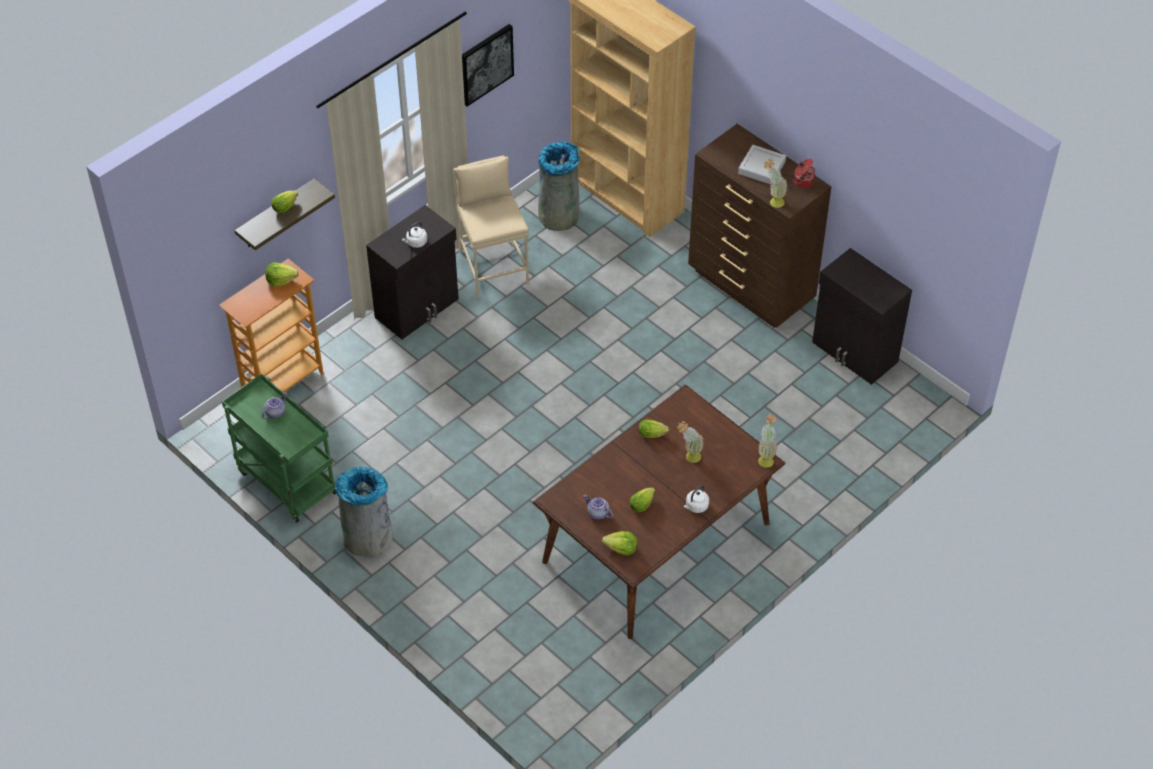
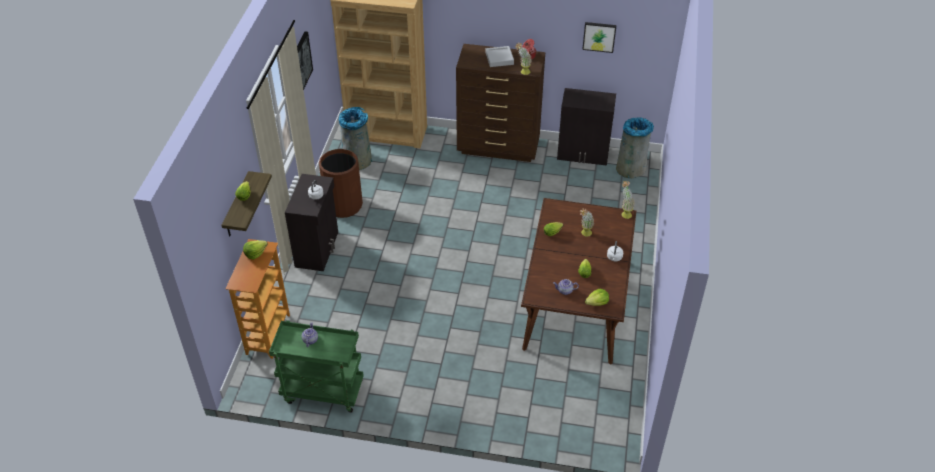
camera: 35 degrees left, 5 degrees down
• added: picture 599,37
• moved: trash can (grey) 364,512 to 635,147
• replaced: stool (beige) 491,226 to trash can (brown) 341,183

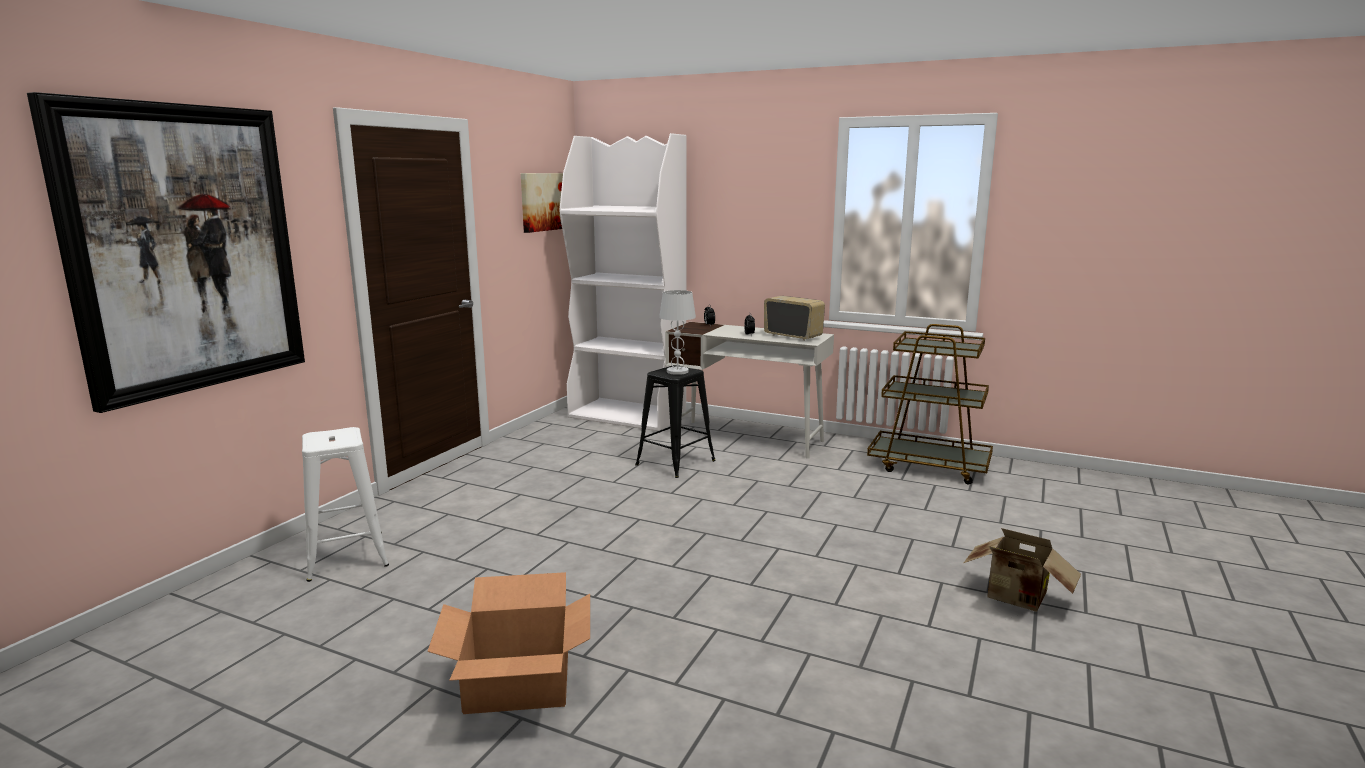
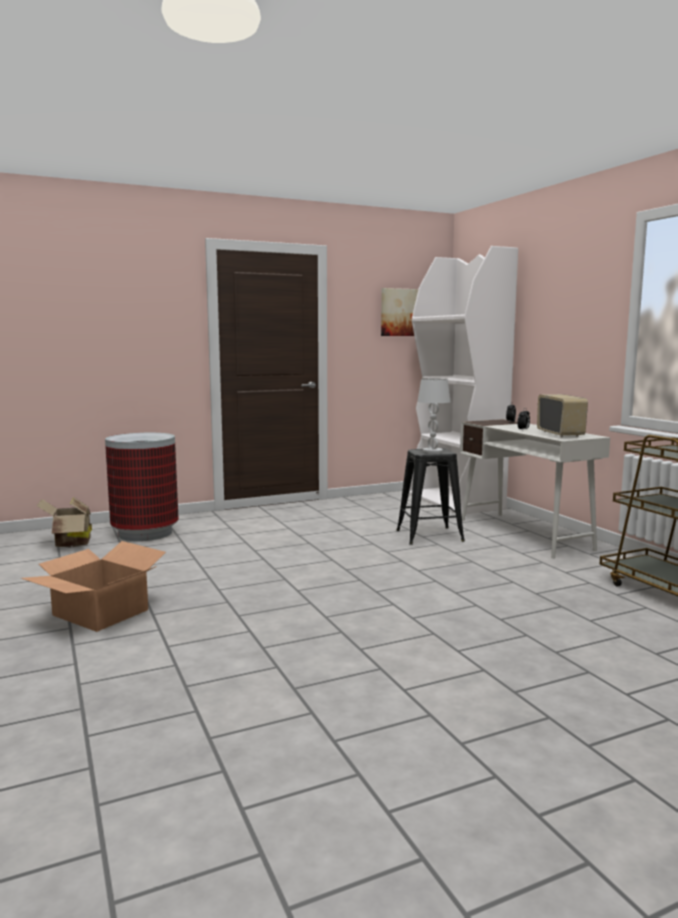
camera: 40 degrees right, 5 degrees down
• removed: picture 166,252
• moved: cardboard box 1022,569 to 64,522
• replaced: stool (white) 345,504 to trash can 142,487

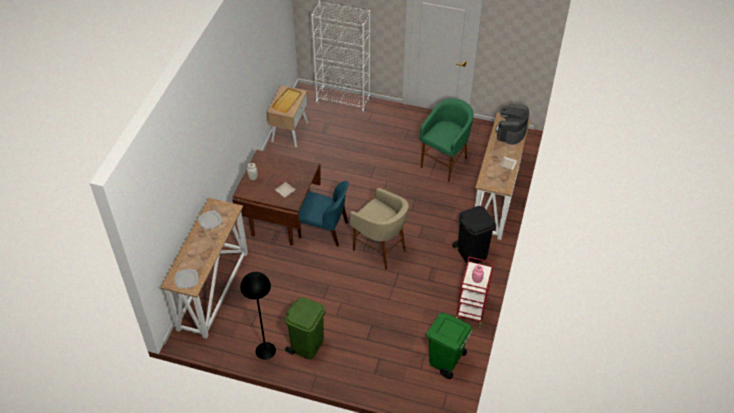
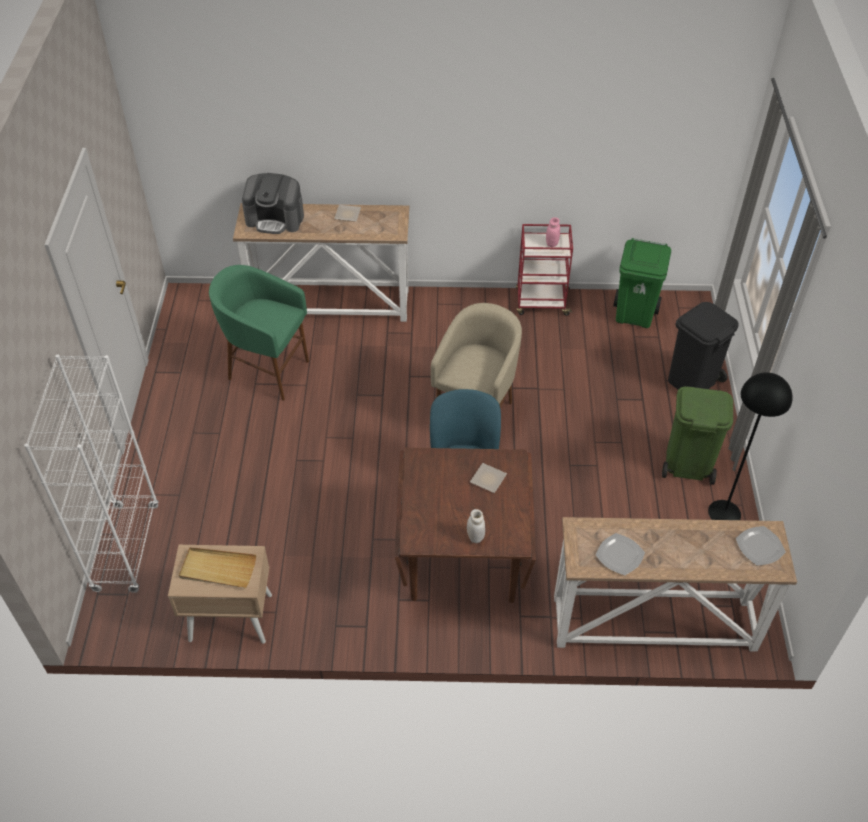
camera: 105 degrees left, 0 degrees up
• moved: trash can (black) 474,234 to 703,346

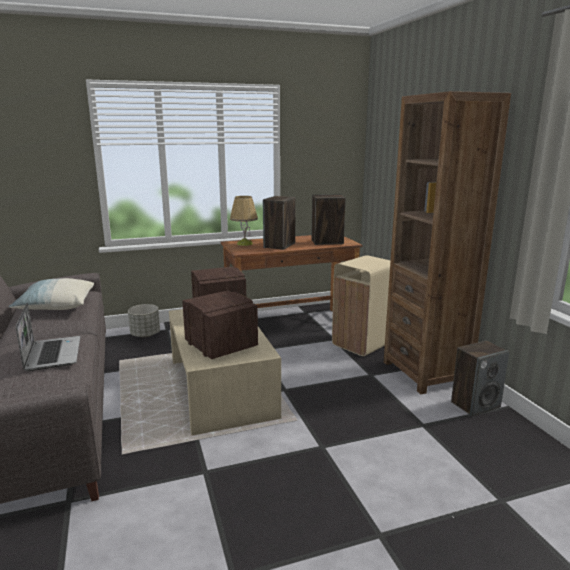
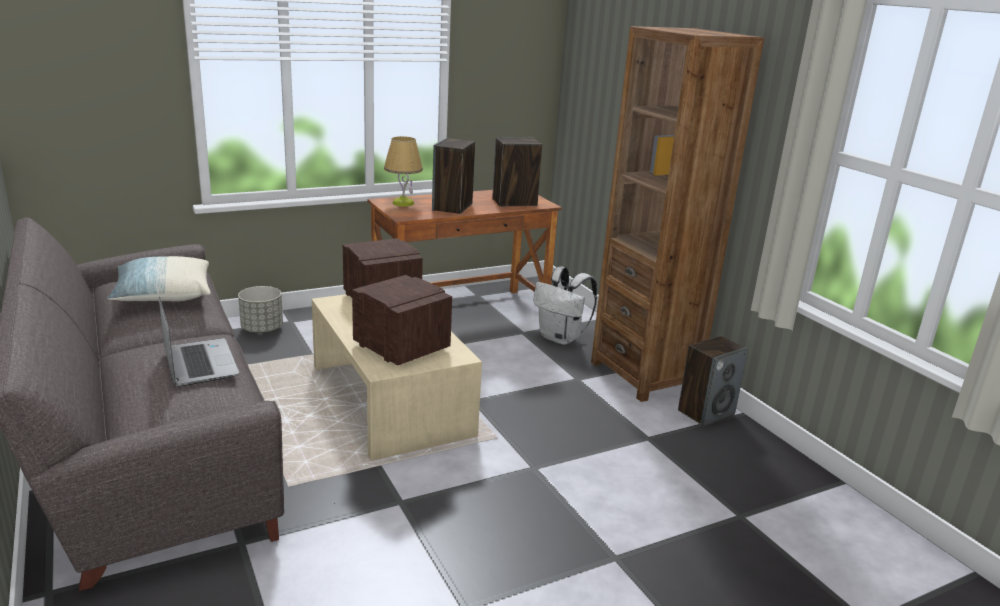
camera: 10 degrees left, 5 degrees up
• replaced: trash can (beige) 361,305 to backpack (white) 565,305

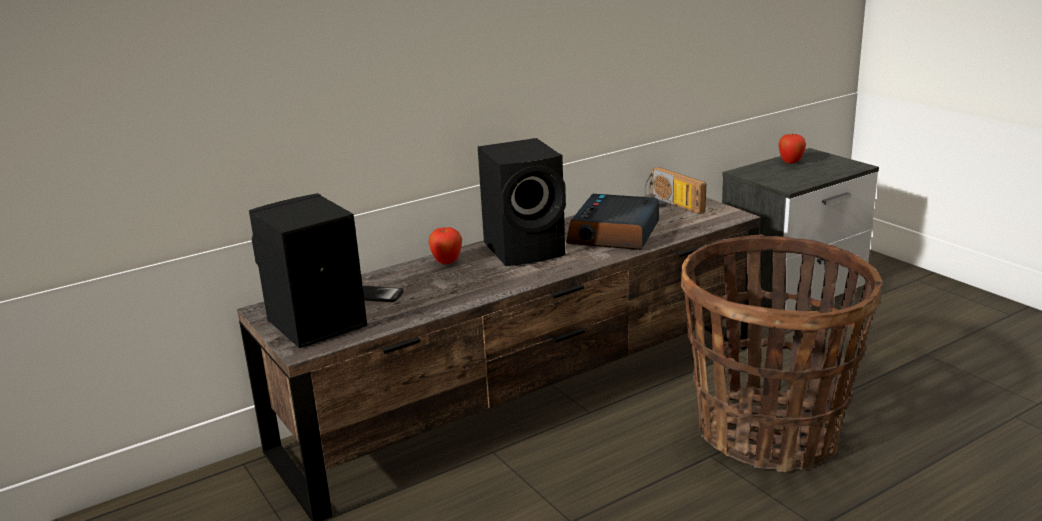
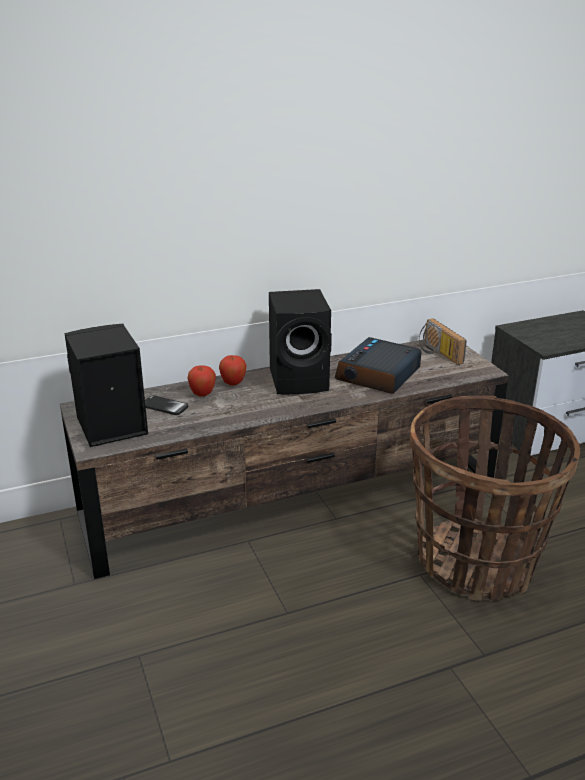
camera: 10 degrees right, 5 degrees up
• moved: apple 792,148 to 202,381

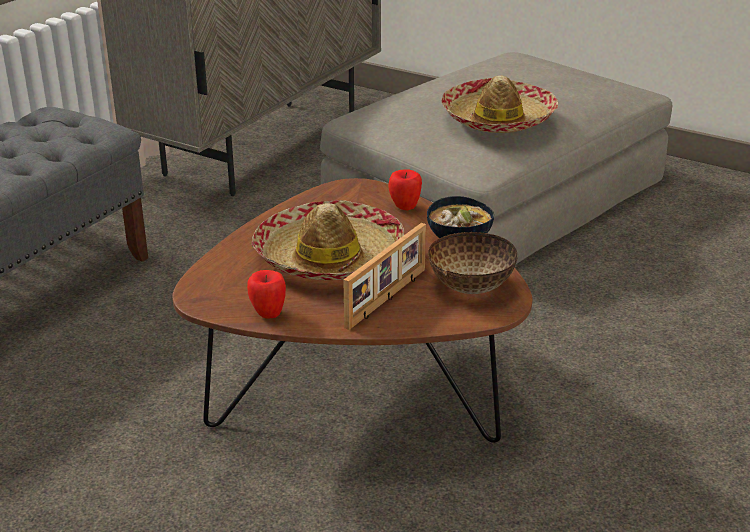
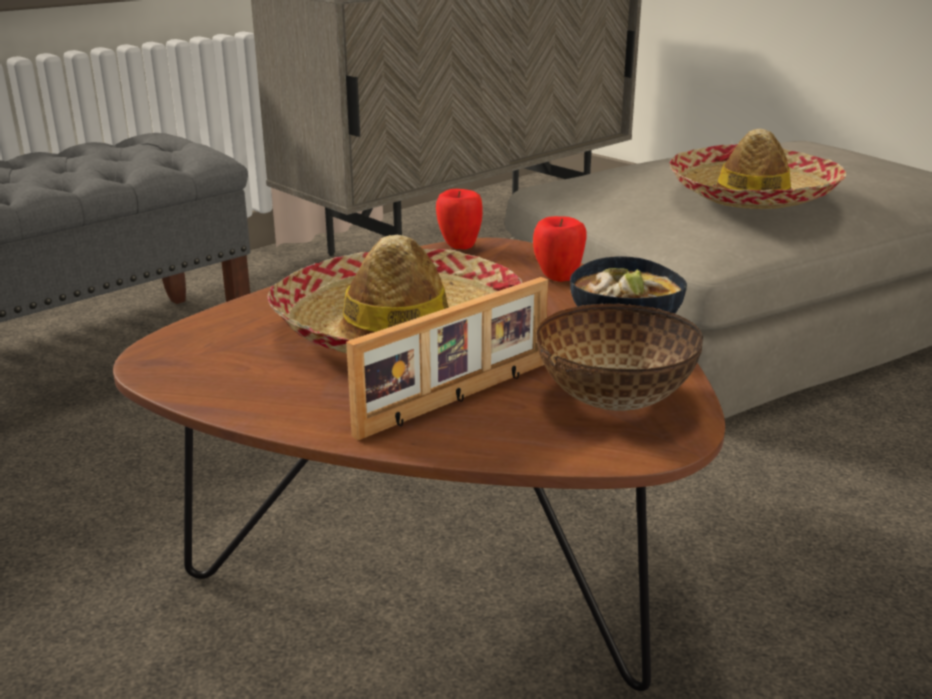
camera: 15 degrees right, 5 degrees down
• moved: apple 266,294 to 459,219

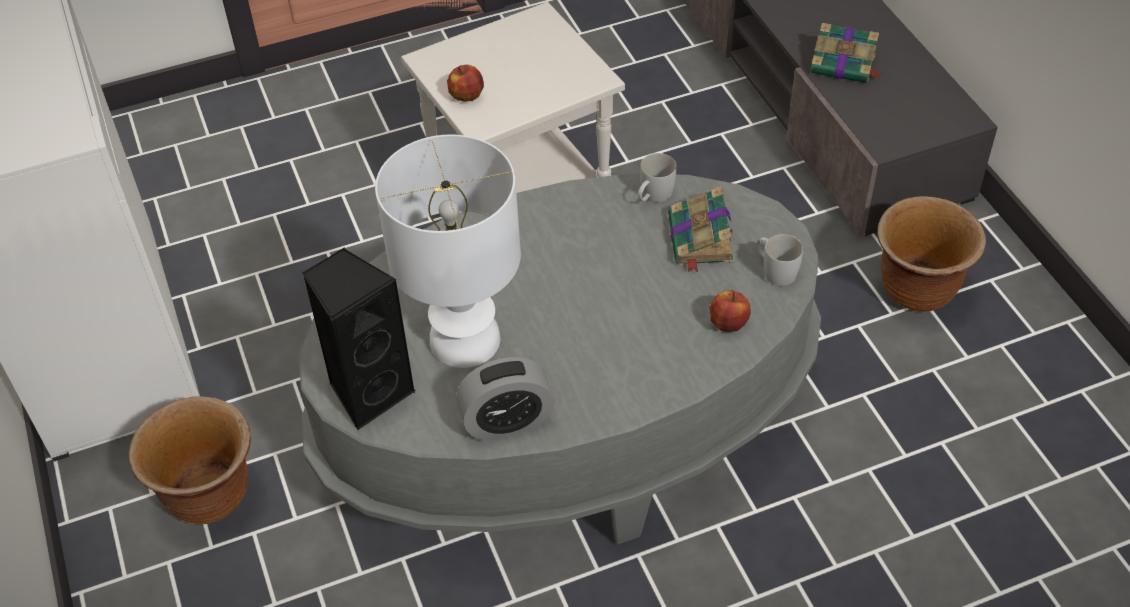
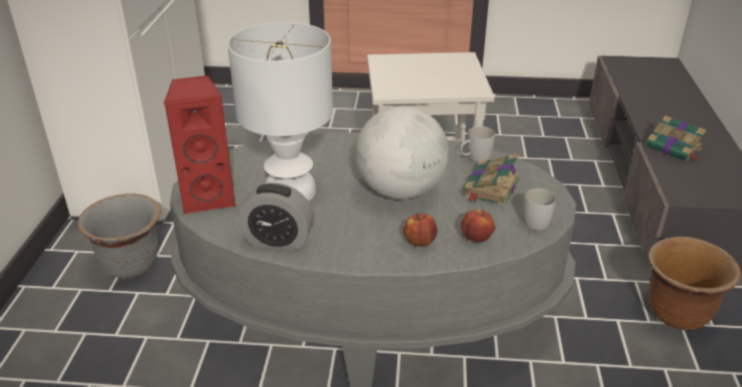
camera: 25 degrees right, 15 degrees down
• added: globe 402,152
• moved: apple 465,83 to 420,230
• recoloured: planter (brown) 189,460 to planter (grey) 119,236
• recoloured: speaker (black) 359,338 to speaker (red) 200,144

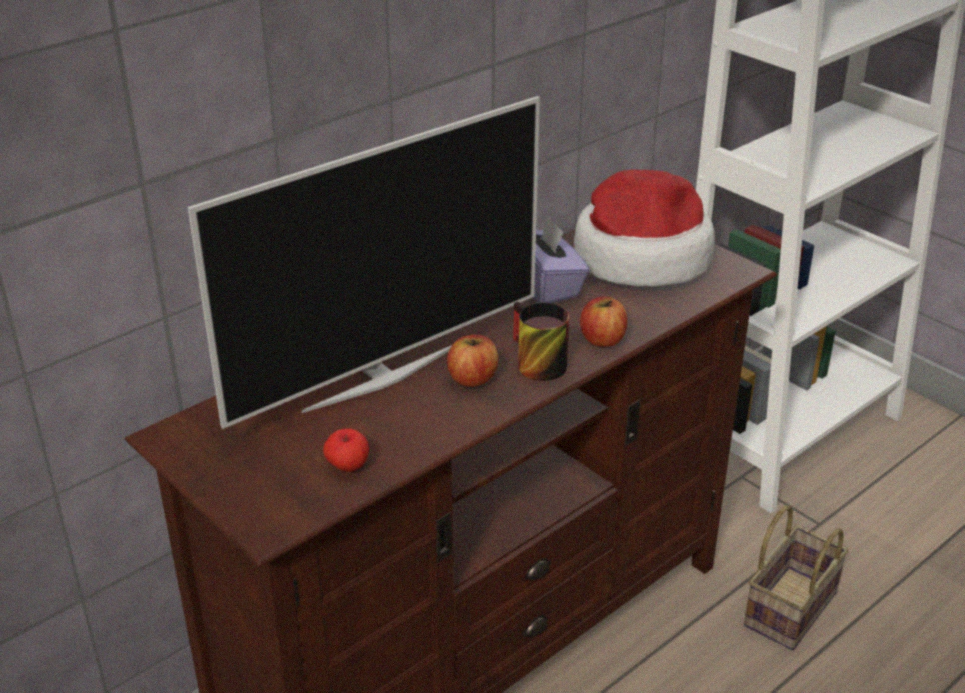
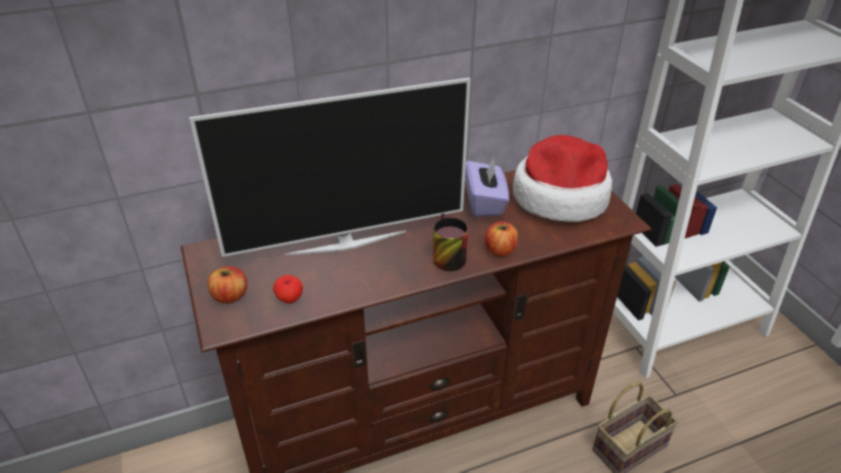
camera: 20 degrees right, 5 degrees up
• moved: apple 473,361 to 227,285

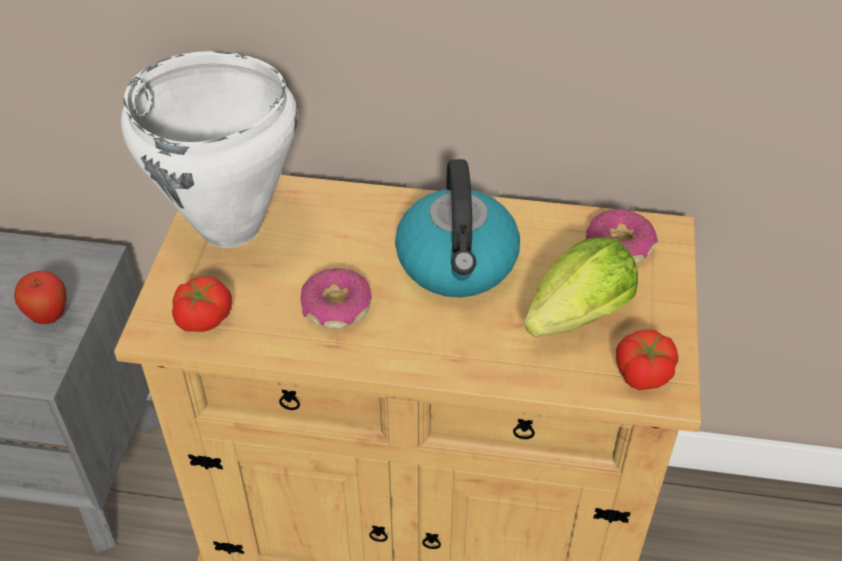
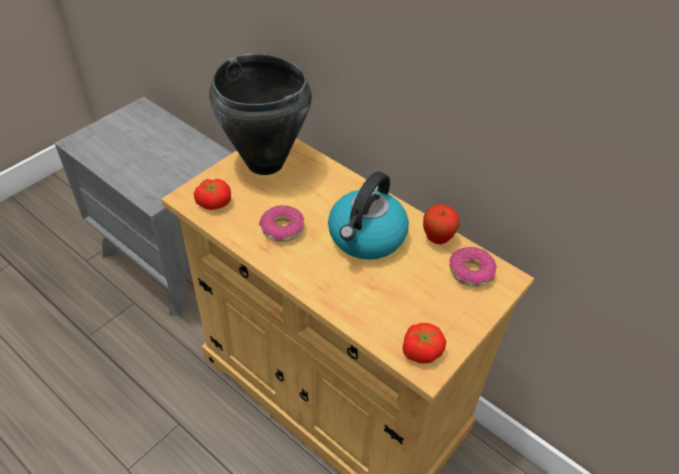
camera: 30 degrees right, 0 degrees up
• removed: lettuce 581,287
• moved: apple 40,297 to 441,224
• recoloured: cooking pot (white) 209,149 to cooking pot (black) 260,114

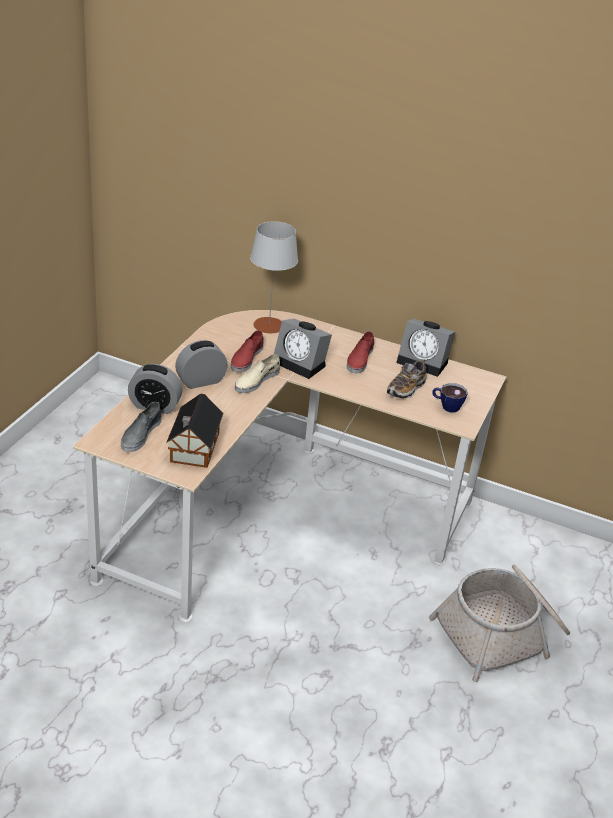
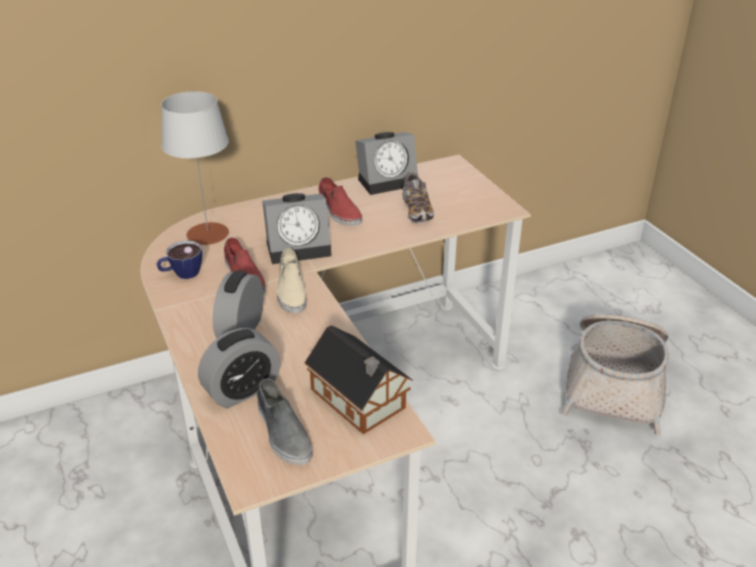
camera: 45 degrees left, 0 degrees up
• moved: cup 450,397 to 179,259

